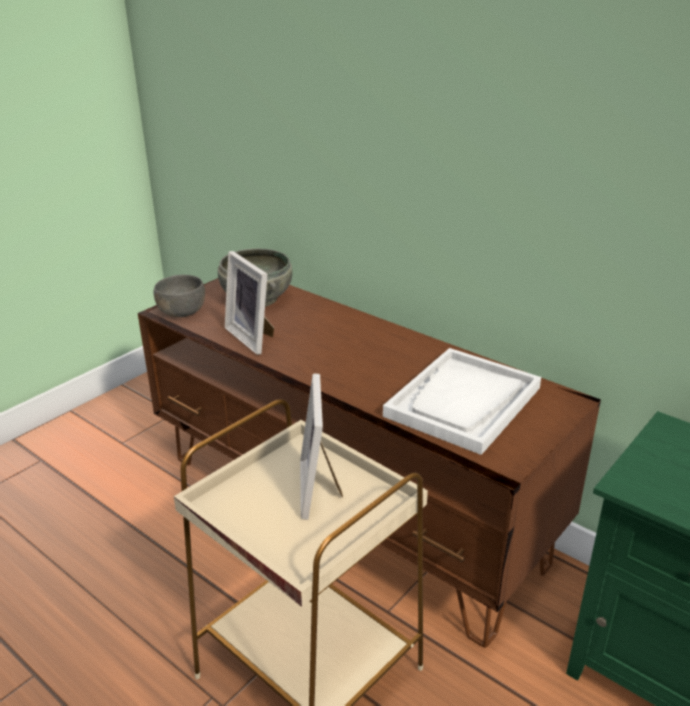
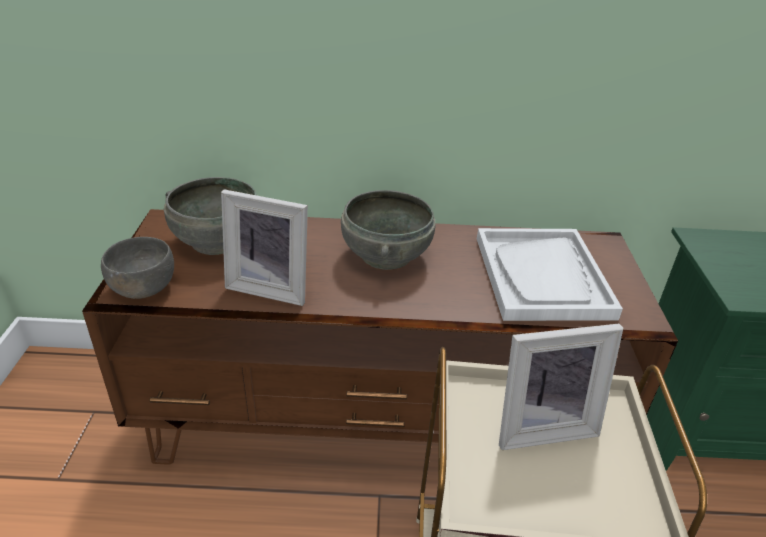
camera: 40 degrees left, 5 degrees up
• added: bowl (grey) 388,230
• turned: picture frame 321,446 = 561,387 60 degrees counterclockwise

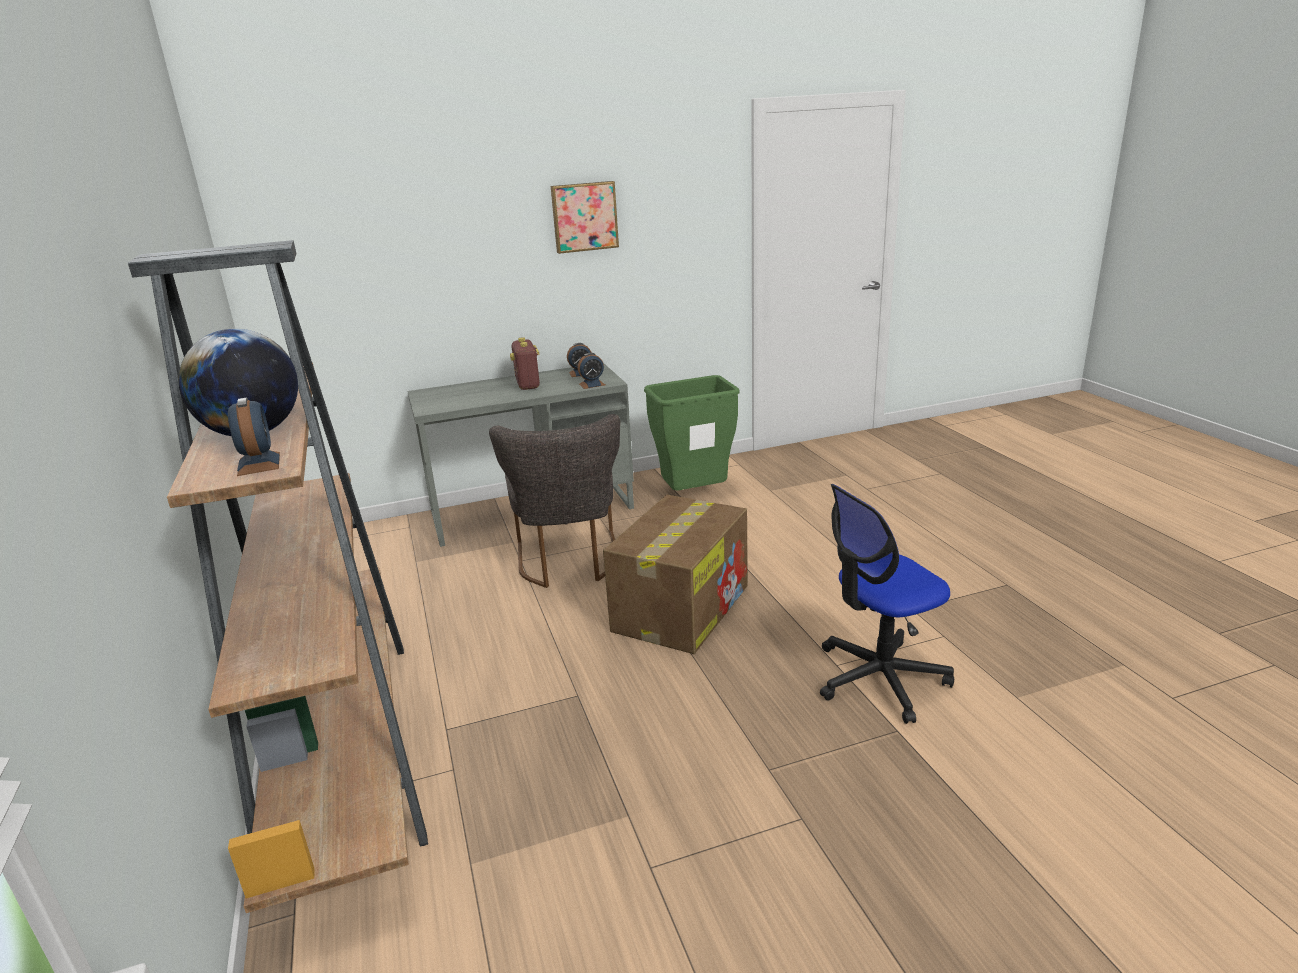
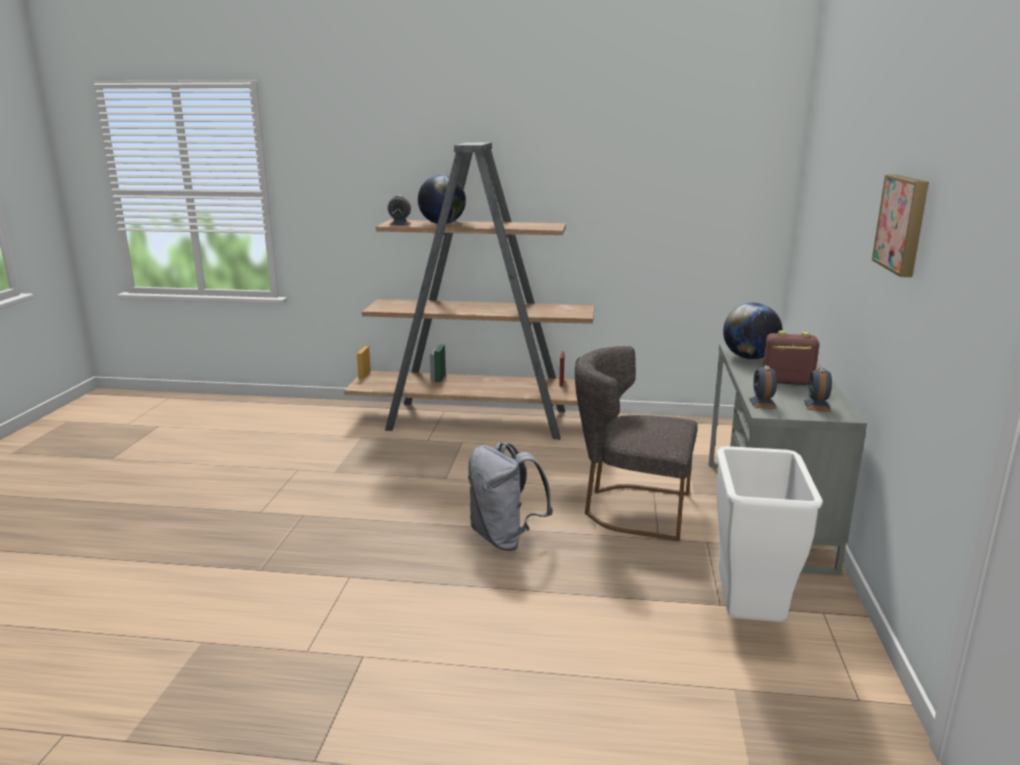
camera: 115 degrees right, 5 degrees down
• removed: office chair 887,604
• added: globe 753,330
• replaced: cardboard box 675,574 to backpack (grey) 510,497
• recoloured: trash can (green) 692,432 to trash can (white) 769,534

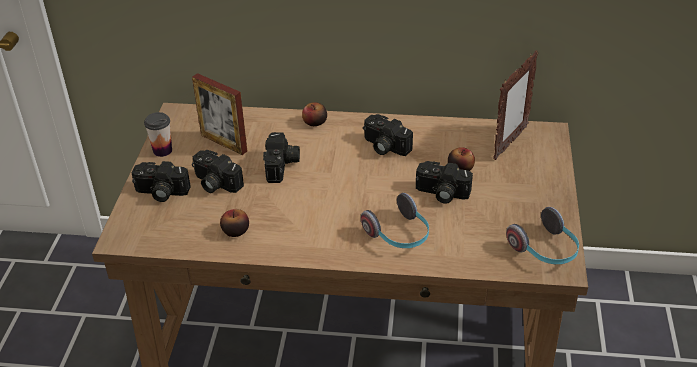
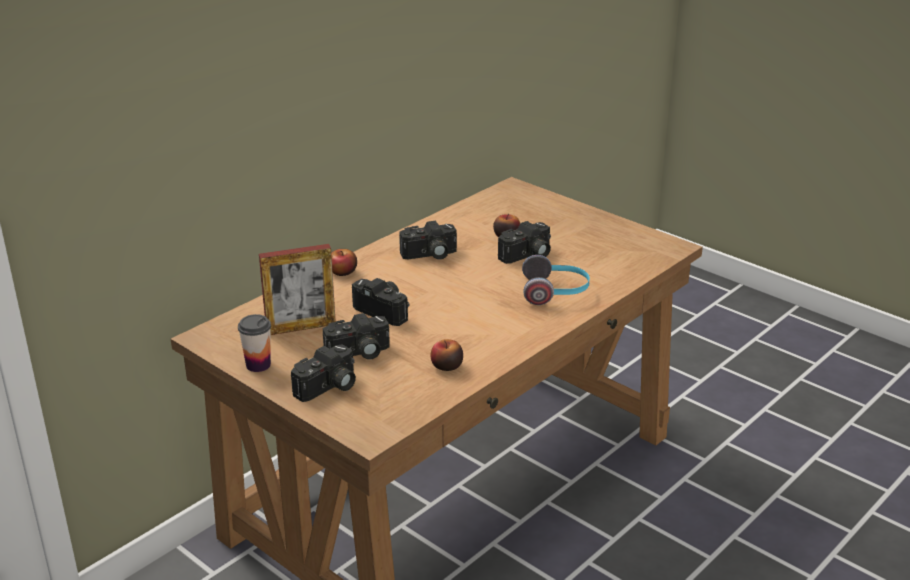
camera: 55 degrees left, 10 degrees down
• removed: picture frame 515,105
• removed: headphones 542,235

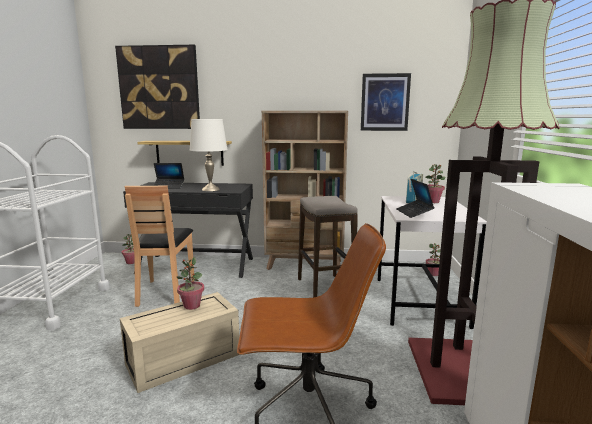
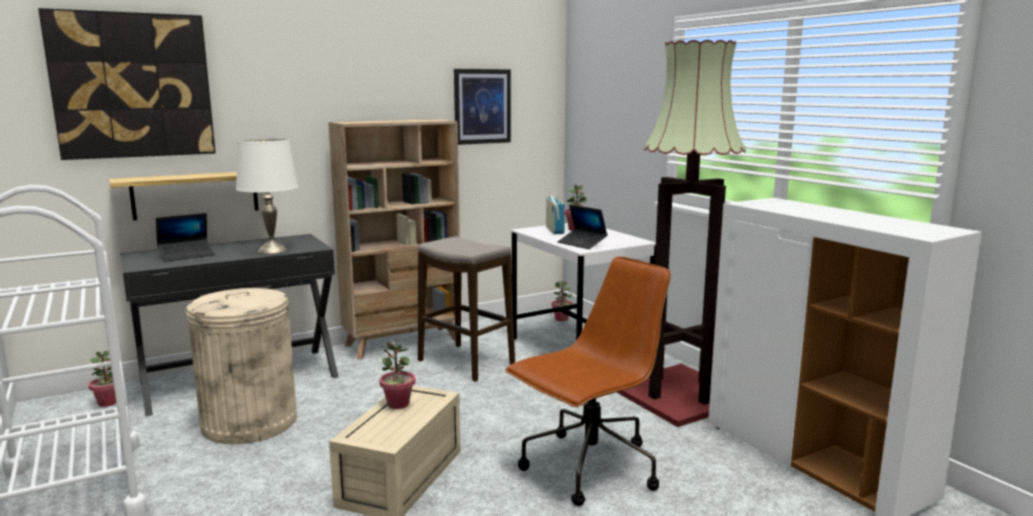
camera: 35 degrees left, 0 degrees up
• replaced: chair (brown) 159,246 to trash can (beige) 241,366

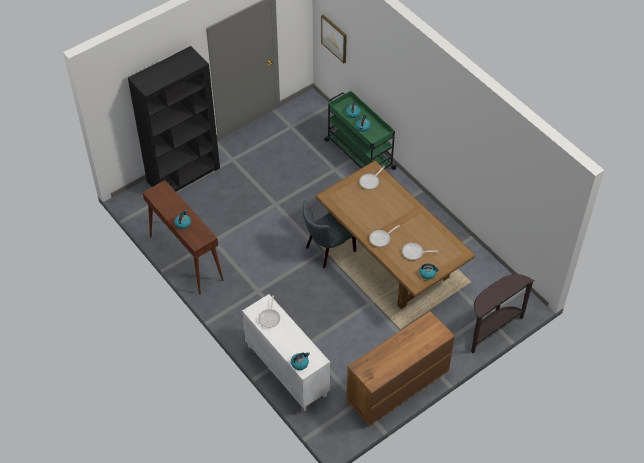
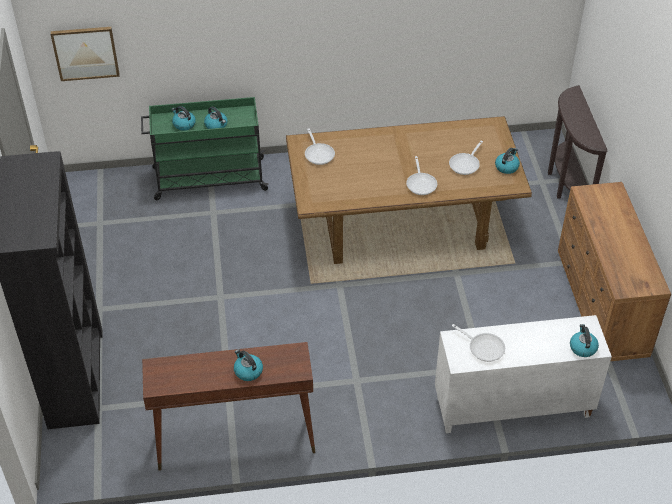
camera: 60 degrees left, 5 degrees down
• removed: chair (grey) 329,234

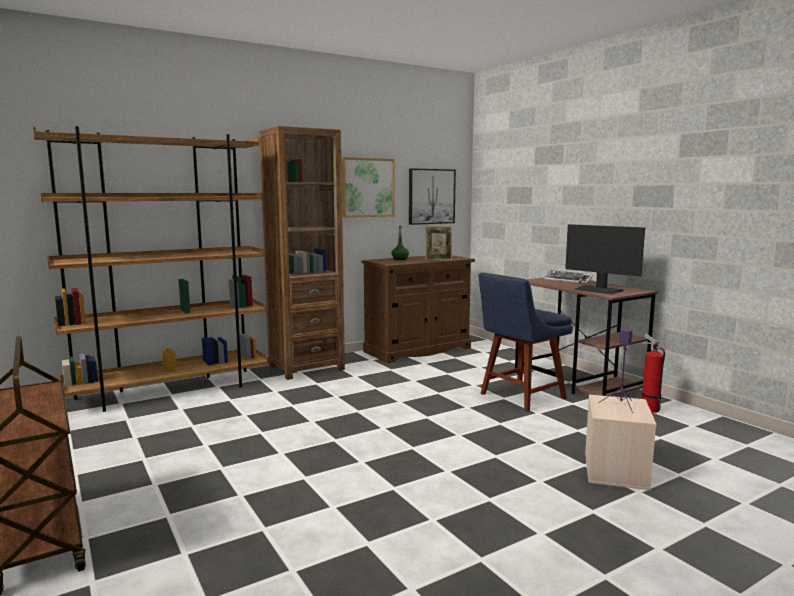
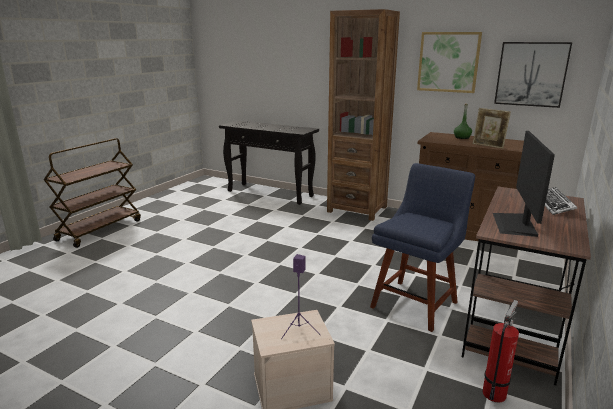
camera: 60 degrees right, 10 degrees up
• replaced: bookcase (brown) 151,269 to console table (black) 269,163
• turned: chair (blue) 525,342 = 422,247 105 degrees clockwise

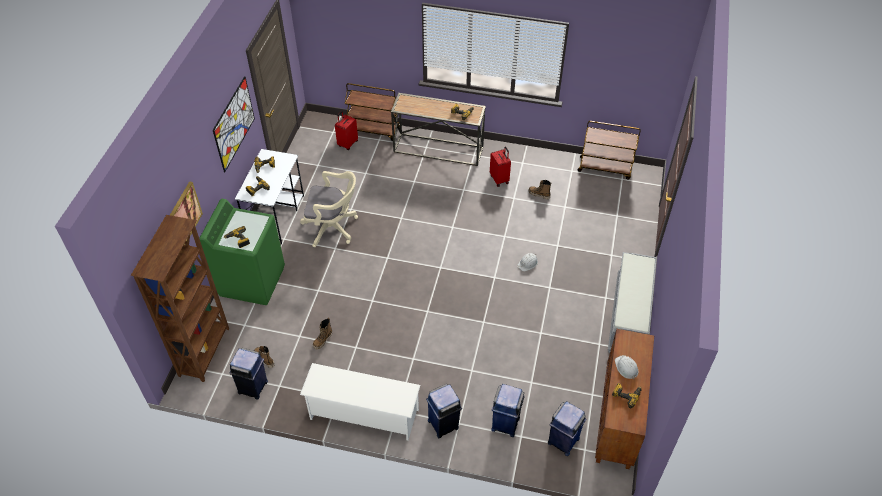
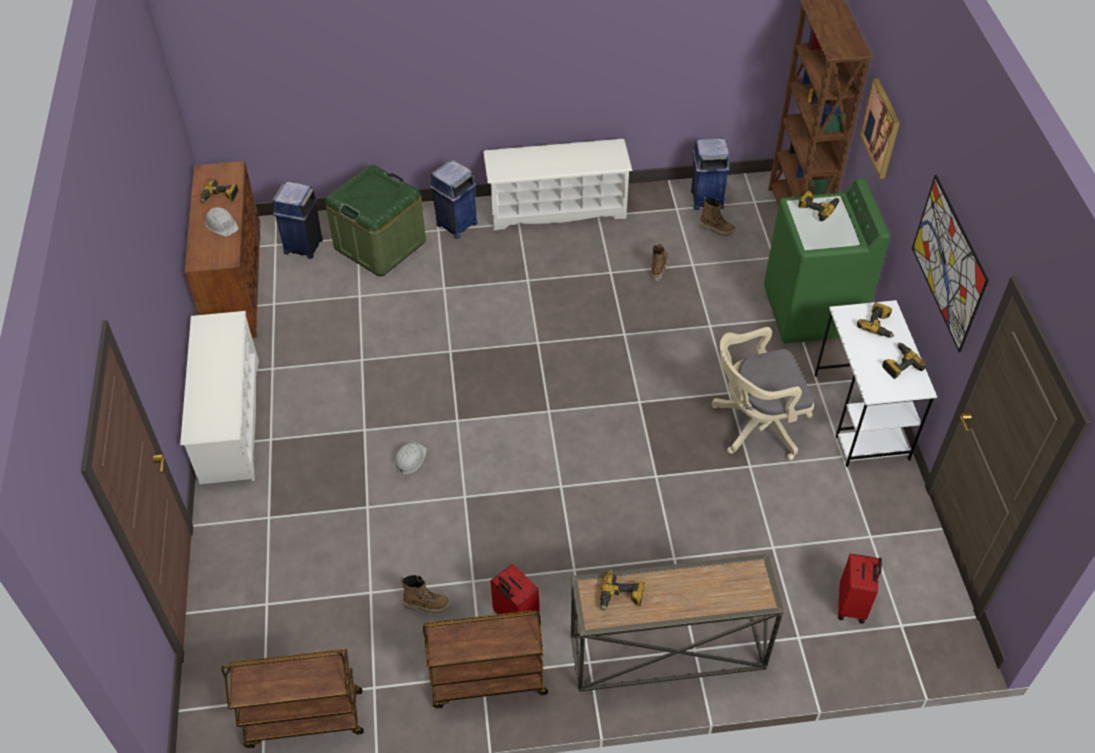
camera: 160 degrees right, 0 degrees up
• moved: cart (brown) 372,112 to 485,659
• replaced: trash can (blue) 508,410 to storage box (green) 375,220
• replaced: bench (grey) 632,302 to shoe rack (white) 219,397

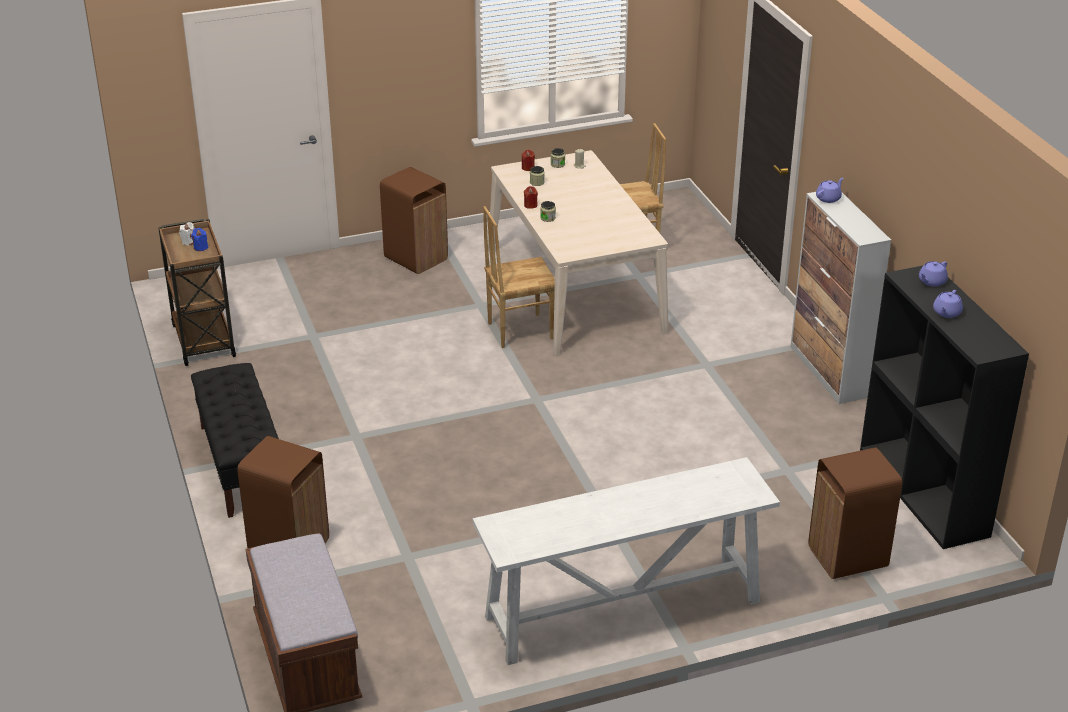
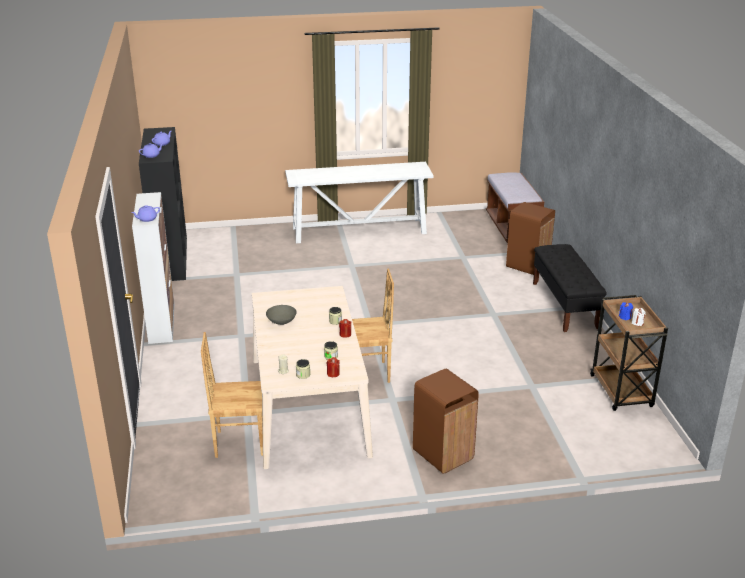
camera: 170 degrees left, 5 degrees down
• removed: trash can (brown) 855,513
• added: bowl (grey) 281,315

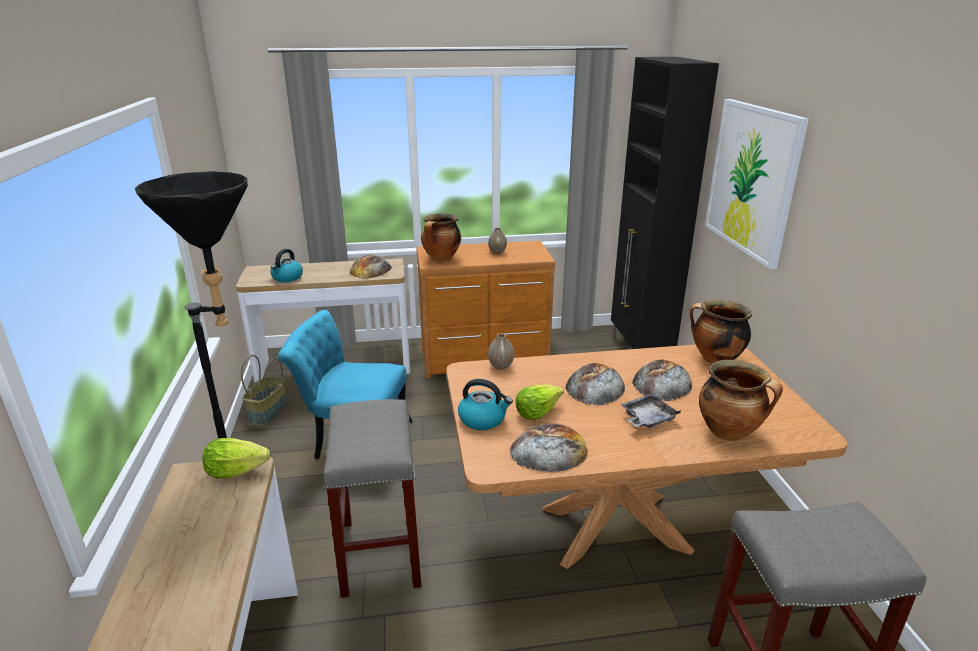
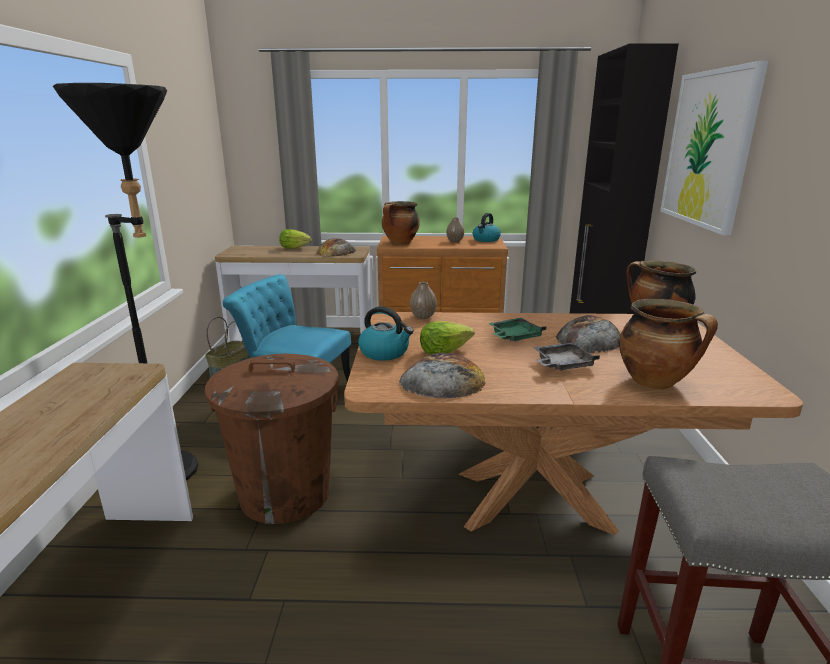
camera: 10 degrees right, 5 degrees down
• moved: lettuce 236,458 to 295,239
• moved: kettle 286,265 to 487,227
• replaced: stool (grey) 373,498 to trash can (brown) 272,439
• replaced: bread 595,384 to tray (green) 517,329

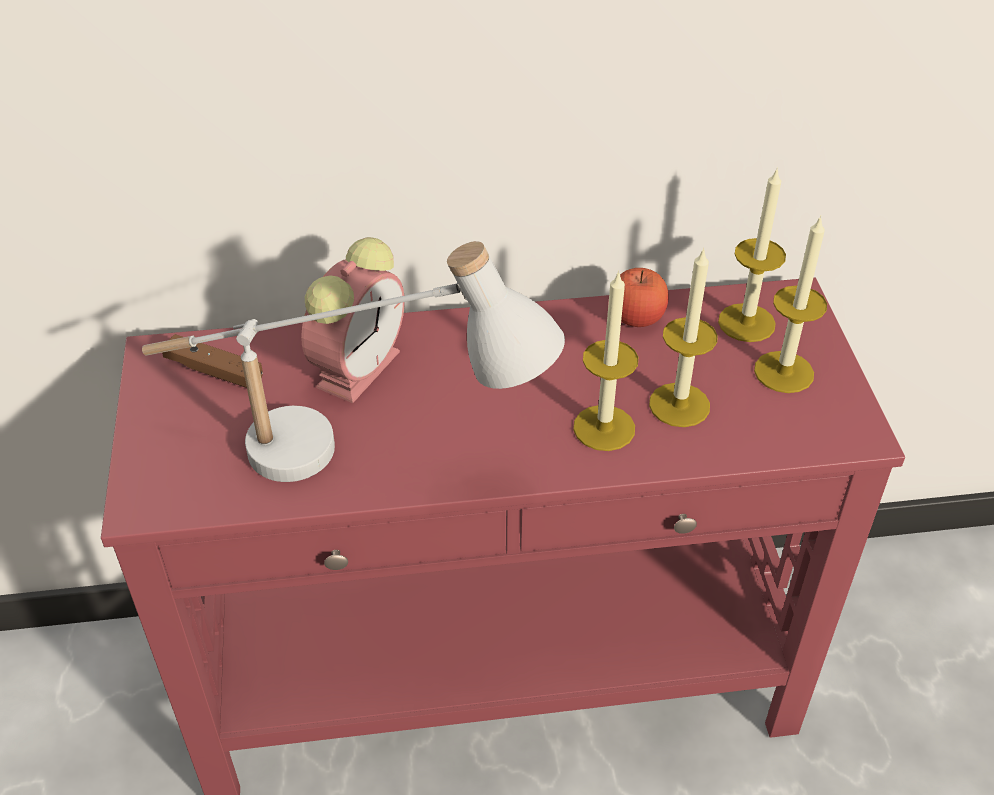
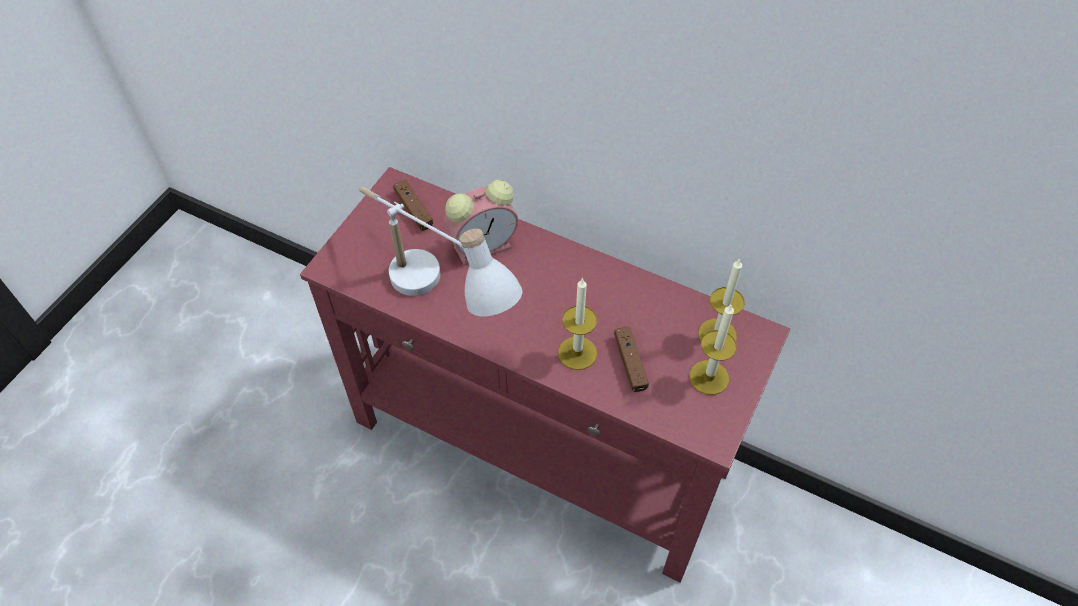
camera: 35 degrees right, 10 degrees up
• removed: apple 644,297
• replaced: candle 683,337 to game controller (brown) 631,359

